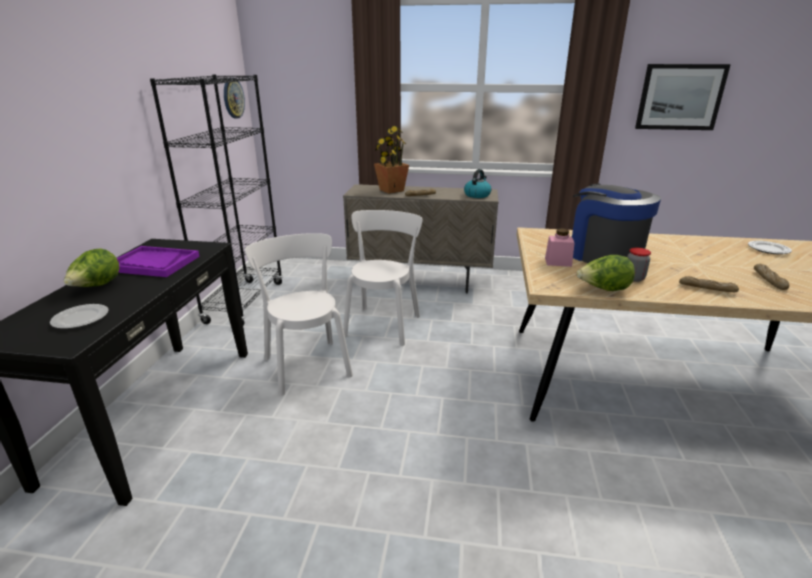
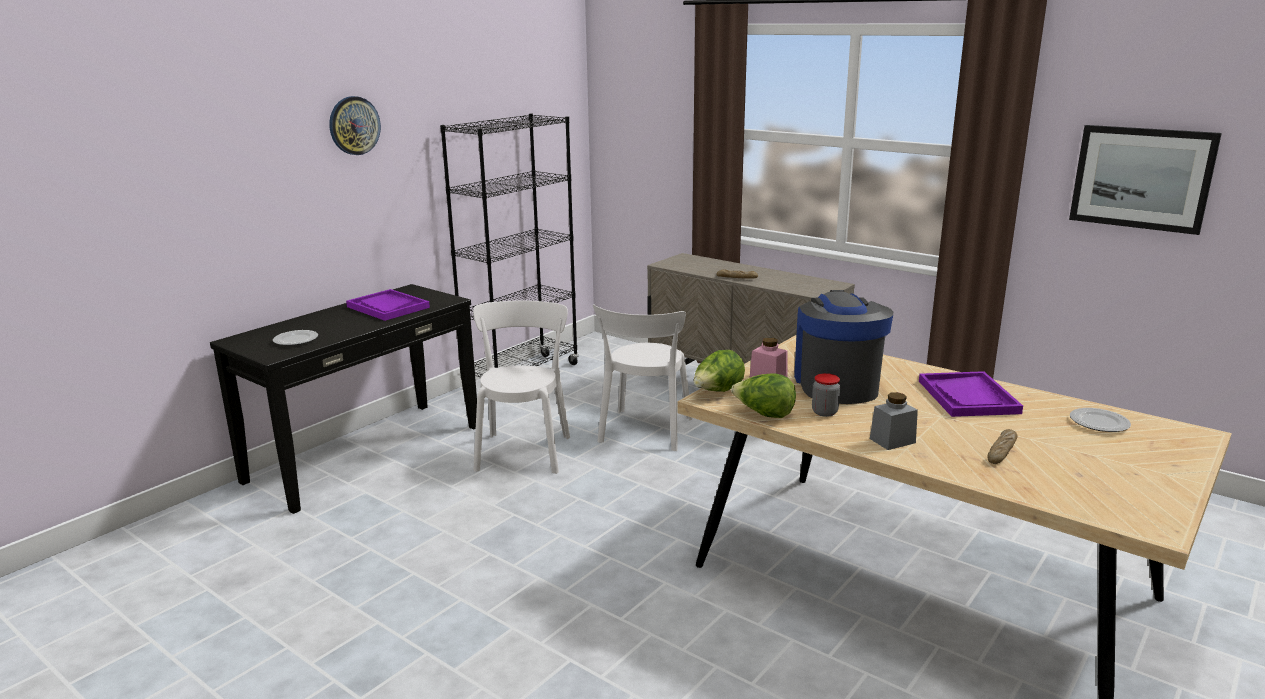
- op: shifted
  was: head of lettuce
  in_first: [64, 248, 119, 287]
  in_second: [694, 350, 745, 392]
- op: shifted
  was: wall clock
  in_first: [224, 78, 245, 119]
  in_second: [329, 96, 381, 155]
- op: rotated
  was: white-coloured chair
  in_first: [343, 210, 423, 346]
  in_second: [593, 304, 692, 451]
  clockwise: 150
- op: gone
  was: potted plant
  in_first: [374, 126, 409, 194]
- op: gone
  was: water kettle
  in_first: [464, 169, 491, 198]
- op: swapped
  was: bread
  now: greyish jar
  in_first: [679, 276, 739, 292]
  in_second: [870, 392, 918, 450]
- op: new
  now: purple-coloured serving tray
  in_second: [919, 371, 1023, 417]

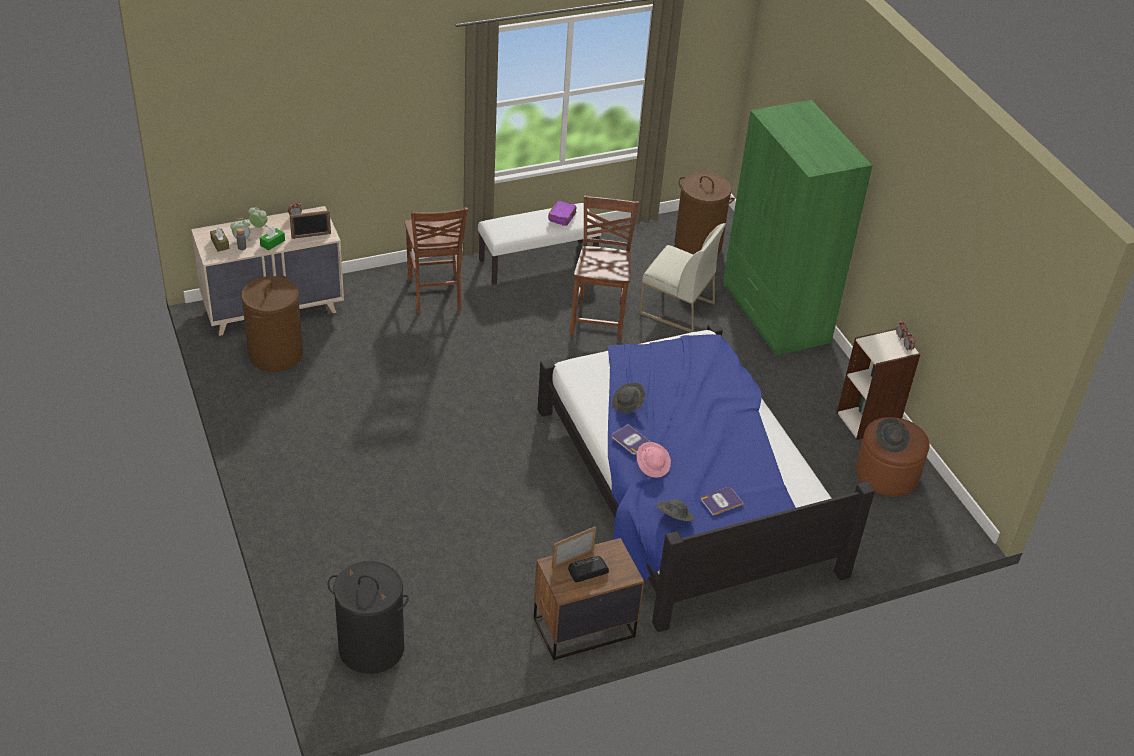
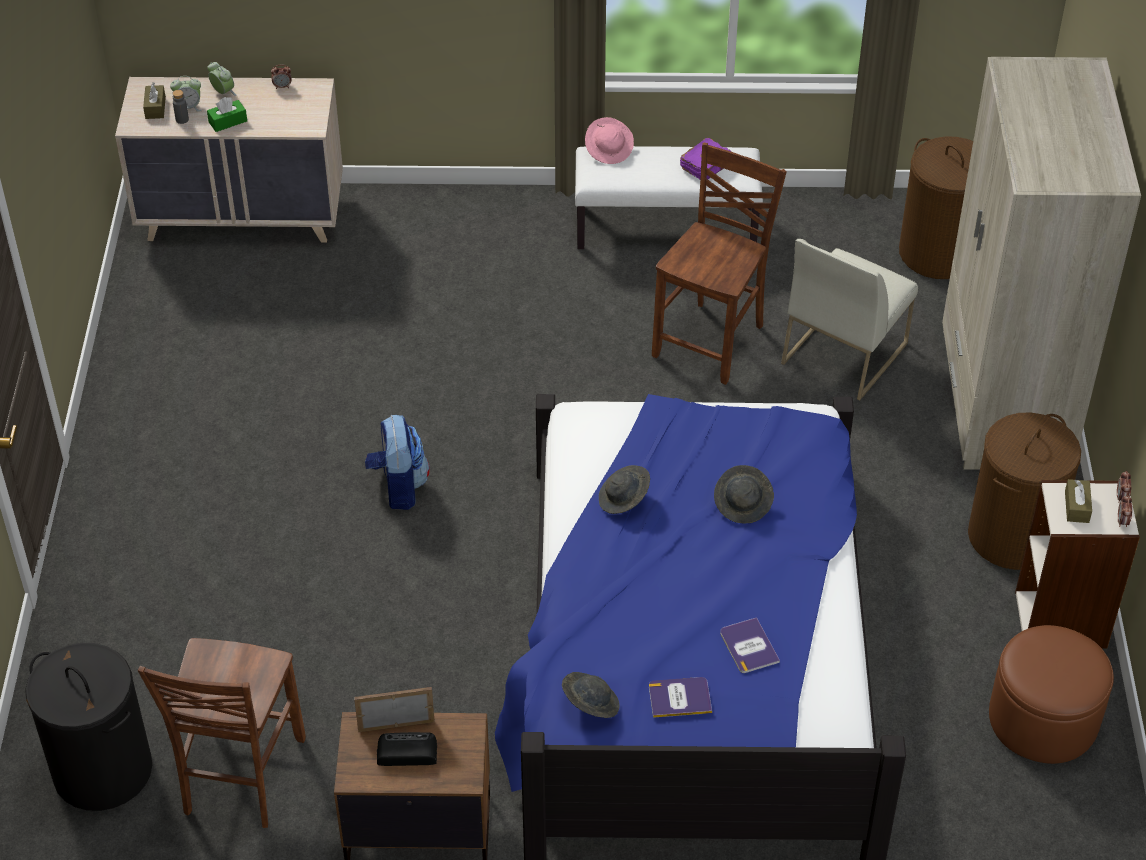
- op: shifted
  was: brownish laundry basket
  in_first: [241, 275, 303, 372]
  in_second: [968, 413, 1081, 570]
- op: gone
  was: photo frame
  in_first: [290, 210, 331, 239]
- op: shifted
  was: brownish chair
  in_first: [404, 207, 468, 314]
  in_second: [138, 638, 306, 828]
- op: shifted
  was: volume
  in_first: [612, 424, 650, 455]
  in_second: [720, 617, 780, 673]
- op: shifted
  was: pink-coloured wearable hat
  in_first: [637, 442, 671, 478]
  in_second: [585, 117, 634, 164]
- op: rotated
  was: white-coloured chair
  in_first: [639, 223, 726, 333]
  in_second: [781, 239, 918, 401]
  clockwise: 75
- op: repainted
  was: green wardrobe
  now: beige-coloured wardrobe
  in_first: [723, 100, 873, 356]
  in_second: [942, 57, 1141, 470]
- op: shifted
  was: greyish wearable hat
  in_first: [876, 418, 910, 453]
  in_second: [714, 465, 774, 524]
- op: new
  now: rucksack
  in_second: [365, 415, 430, 510]
- op: new
  now: brownish tissue holder
  in_second: [1065, 479, 1092, 523]

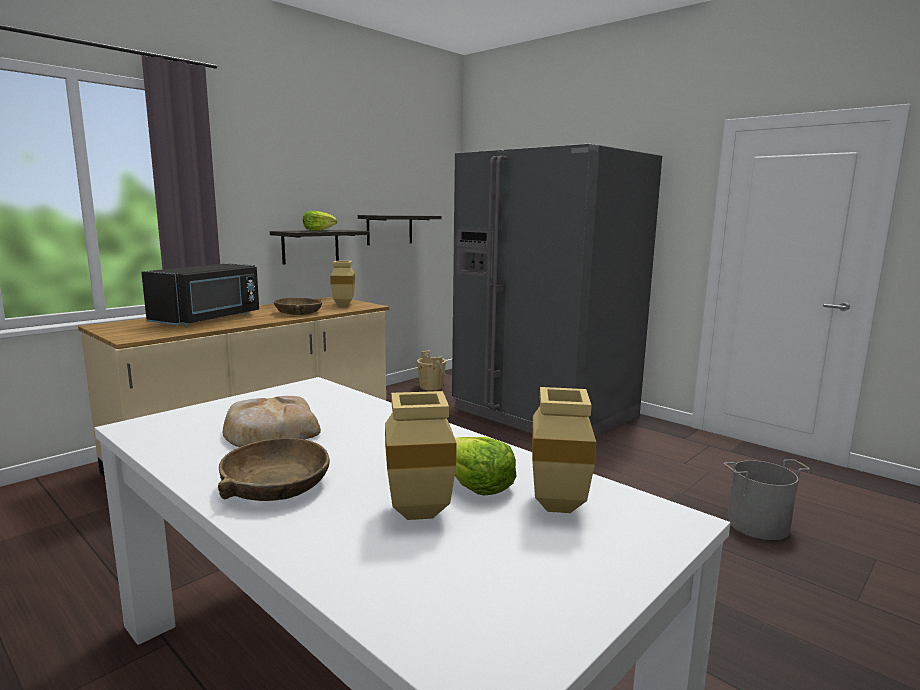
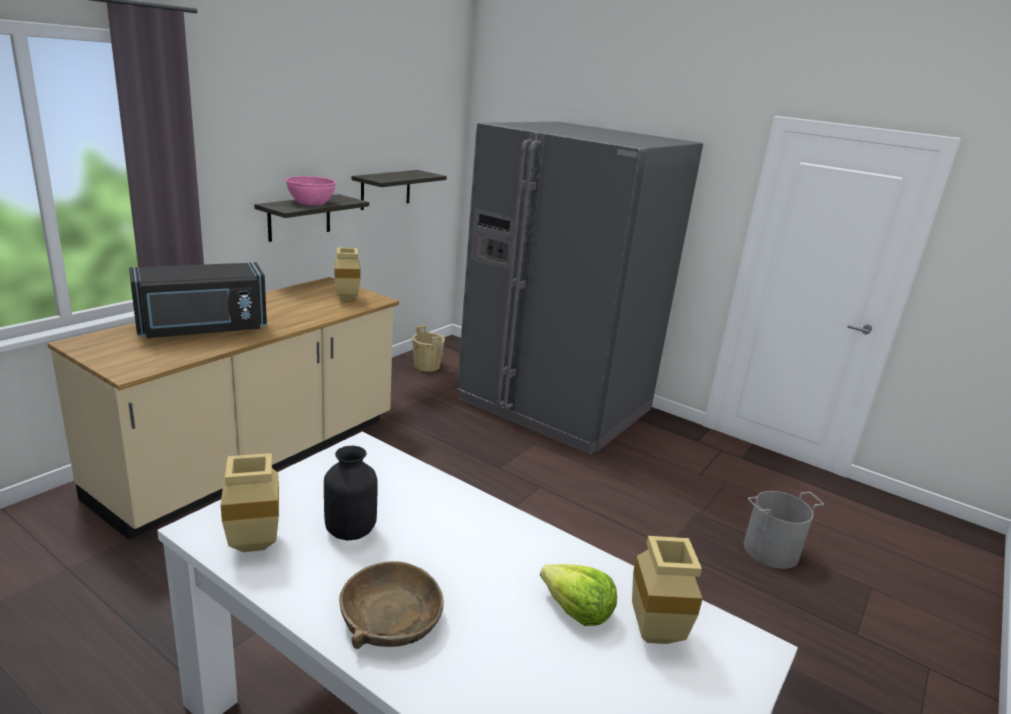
- op: rotated
  was: black-coloured kitchen microwave
  in_first: [141, 263, 259, 326]
  in_second: [129, 262, 267, 338]
  clockwise: 45
- op: swapped
  was: bread
  now: black-coloured flower vase
  in_first: [223, 396, 321, 447]
  in_second: [324, 446, 378, 540]
- op: gone
  was: brownish serving bowl
  in_first: [274, 298, 322, 315]
- op: swapped
  was: head of lettuce
  now: pink-coloured serving bowl
  in_first: [303, 211, 337, 231]
  in_second: [286, 176, 336, 206]
- op: shifted
  was: beige-coloured flower vase
  in_first: [385, 391, 457, 520]
  in_second: [221, 453, 279, 552]

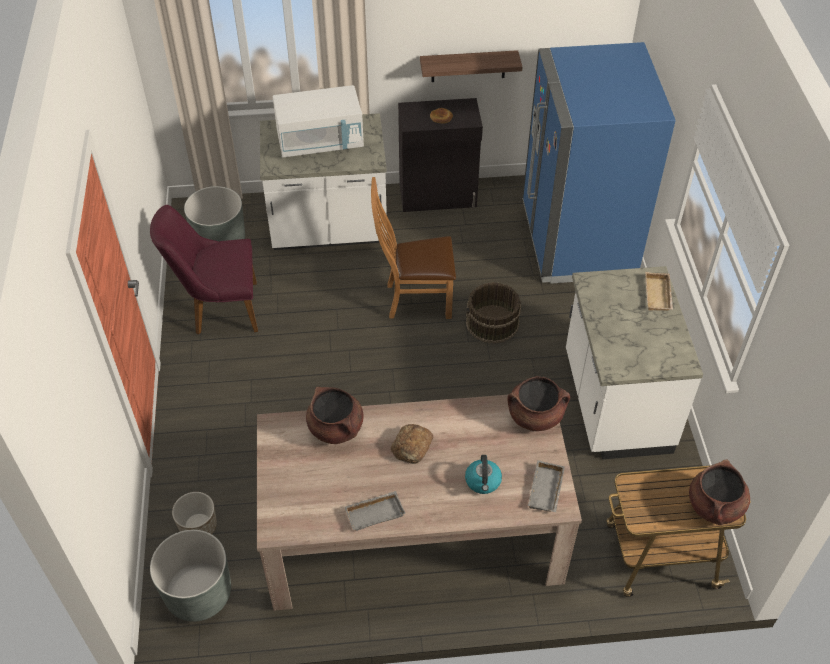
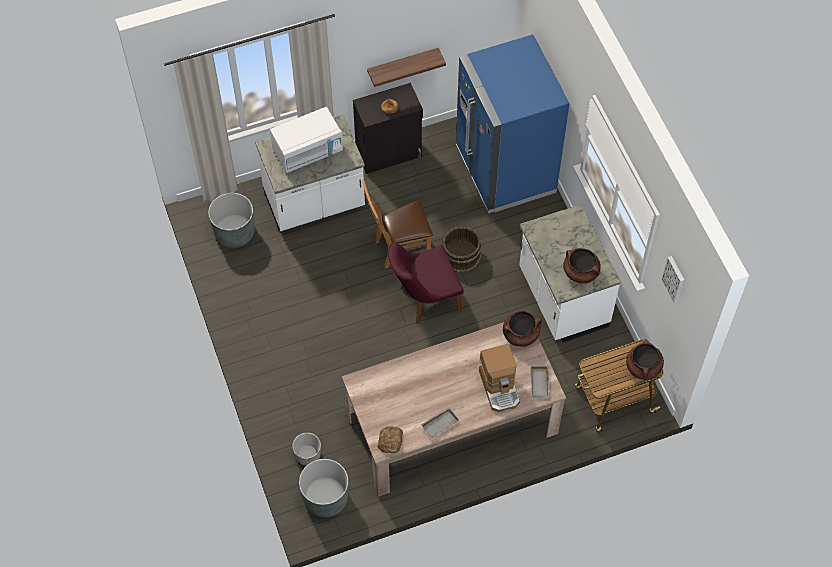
- op: shifted
  was: purple-coloured chair
  in_first: [150, 205, 258, 335]
  in_second: [388, 242, 464, 324]
- op: shifted
  was: brownish saucepot
  in_first: [306, 387, 363, 444]
  in_second: [563, 248, 601, 284]
- op: shifted
  was: bread
  in_first: [391, 424, 433, 464]
  in_second: [377, 426, 403, 453]
- op: swapped
  was: water kettle
  now: coffee brewer
  in_first: [465, 455, 502, 494]
  in_second: [479, 344, 520, 412]
- op: gone
  was: beige-coloured serving tray
  in_first: [645, 272, 673, 311]
- op: new
  now: wall picture
  in_second: [661, 256, 684, 303]

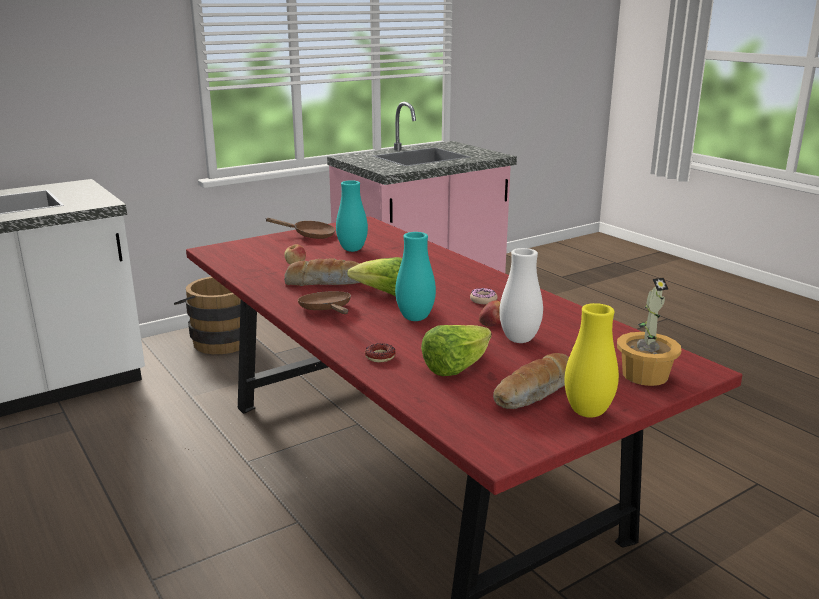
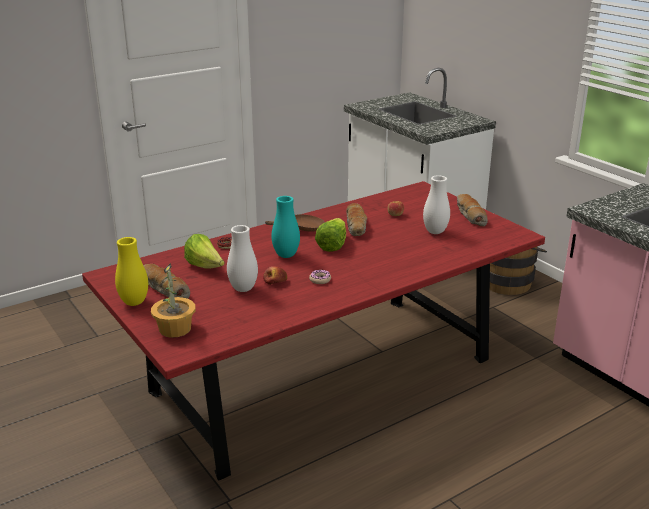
- op: swapped
  was: brownish frying pan
  now: bread
  in_first: [265, 218, 335, 239]
  in_second: [457, 194, 488, 227]
- op: repainted
  was: turquoise-coloured flower vase
  now: white-coloured flower vase
  in_first: [336, 180, 368, 252]
  in_second: [423, 175, 450, 234]

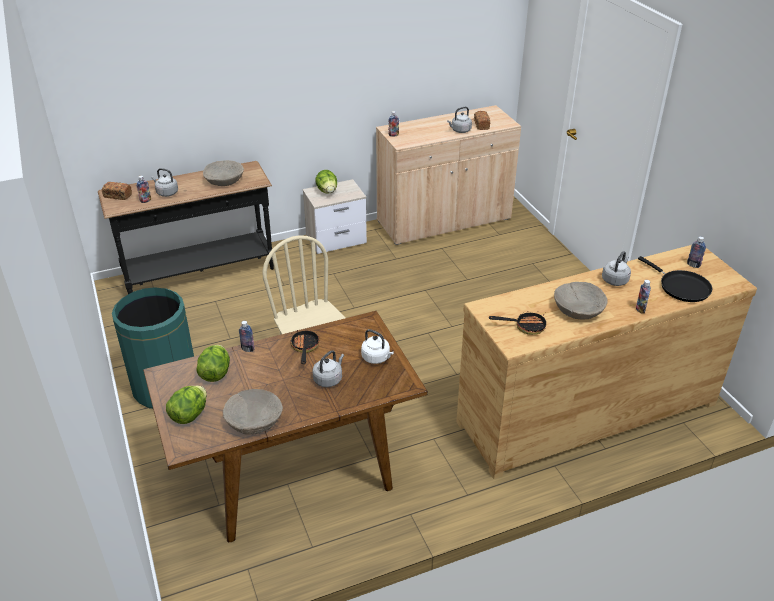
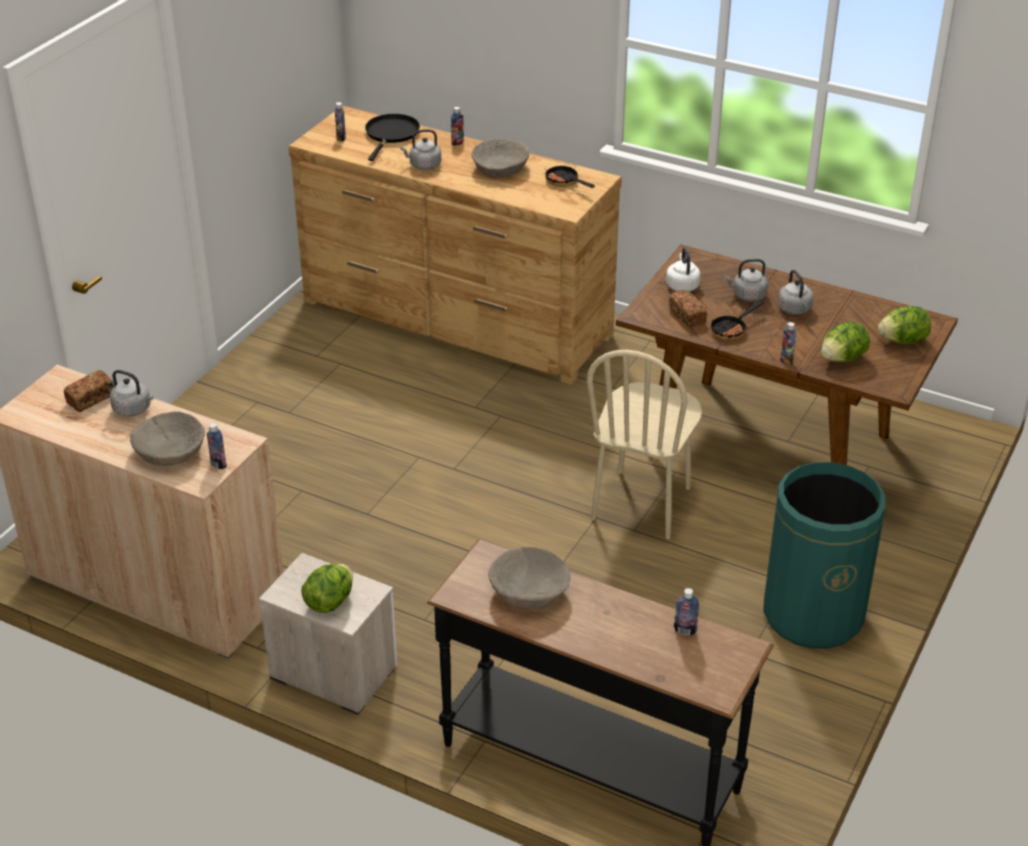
- op: shifted
  was: bread
  in_first: [102, 182, 132, 200]
  in_second: [669, 290, 707, 327]
- op: shifted
  was: greyish water kettle
  in_first: [151, 168, 178, 197]
  in_second: [778, 270, 813, 315]
- op: shifted
  was: beige-coloured serving bowl
  in_first: [223, 389, 283, 435]
  in_second: [130, 411, 205, 466]

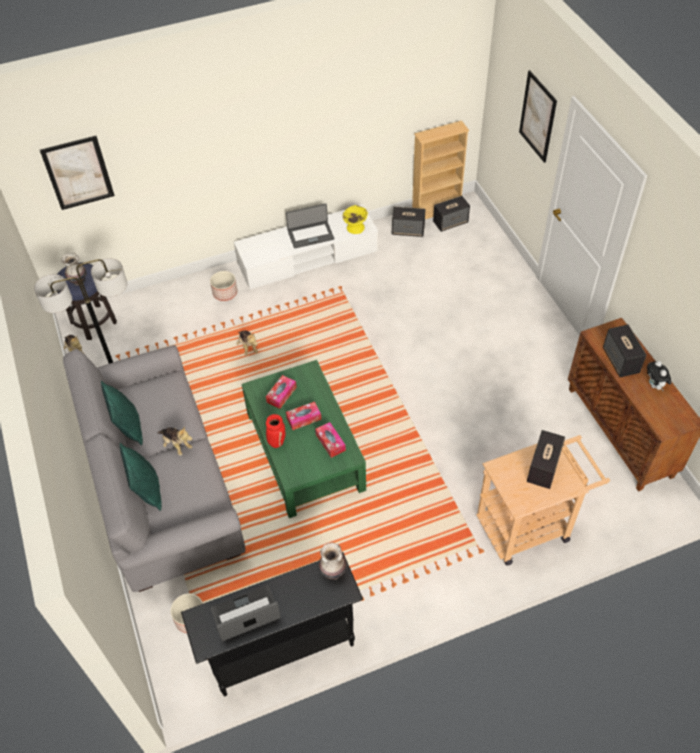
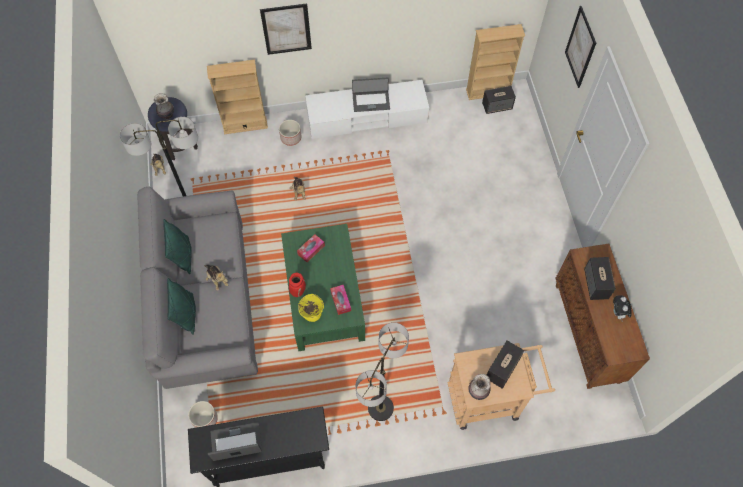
- op: shifted
  was: wall picture
  in_first: [40, 136, 115, 210]
  in_second: [260, 4, 312, 55]
- op: gone
  was: tissue holder
  in_first: [286, 401, 321, 430]
- op: shifted
  was: flower vase
  in_first: [319, 542, 347, 580]
  in_second: [468, 374, 491, 400]
- op: shifted
  was: yellowish serving bowl
  in_first: [342, 205, 368, 234]
  in_second: [298, 294, 324, 322]
- op: gone
  was: loudspeaker
  in_first: [392, 207, 425, 237]
- op: new
  now: beige-coloured bookshelf
  in_second: [207, 59, 268, 134]
- op: new
  now: floor lamp
  in_second: [356, 322, 409, 421]

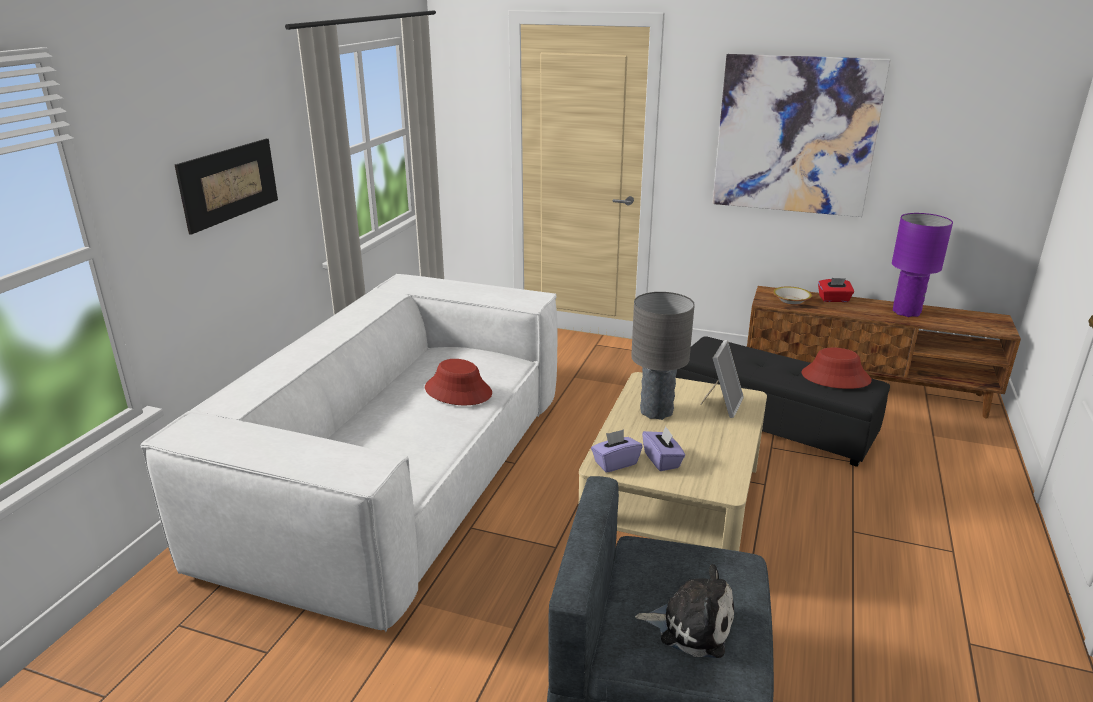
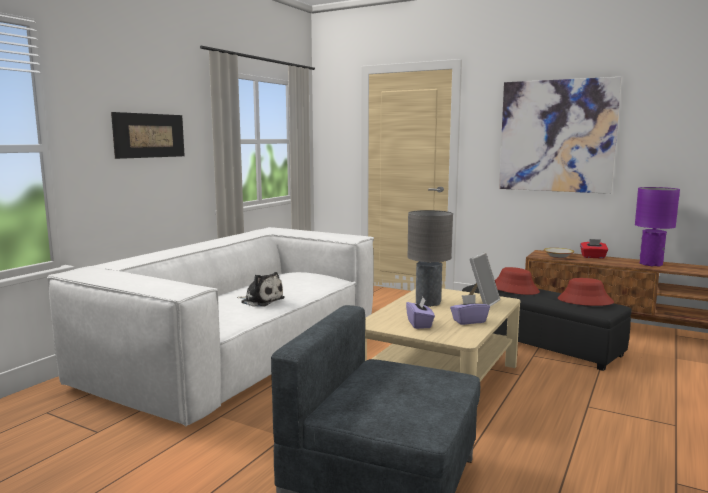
- op: shifted
  was: reddish wearable hat
  in_first: [425, 359, 492, 405]
  in_second: [495, 267, 540, 295]
- op: shifted
  was: purple-coloured tissue holder
  in_first: [591, 429, 642, 472]
  in_second: [450, 294, 490, 325]
- op: shifted
  was: soft toy
  in_first: [635, 564, 734, 658]
  in_second: [237, 272, 285, 307]

